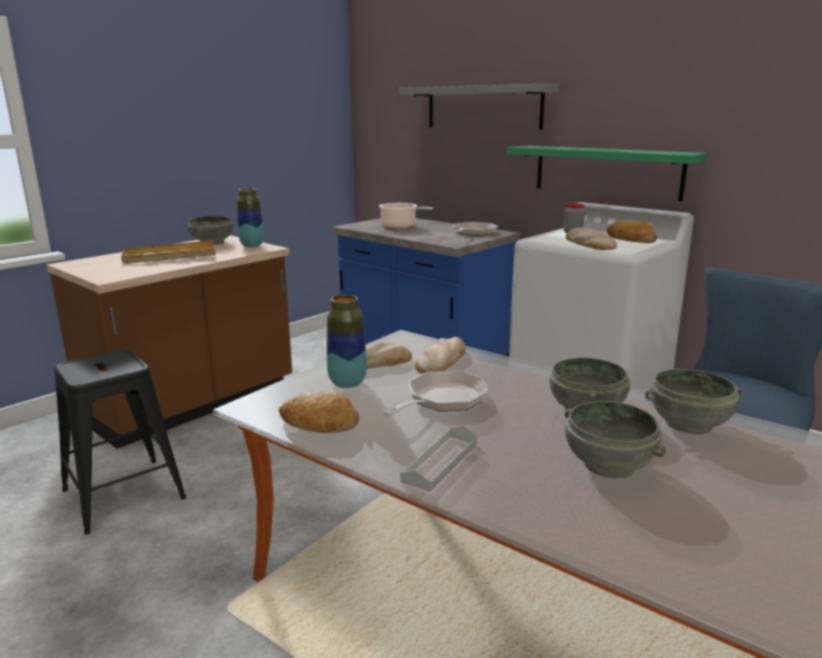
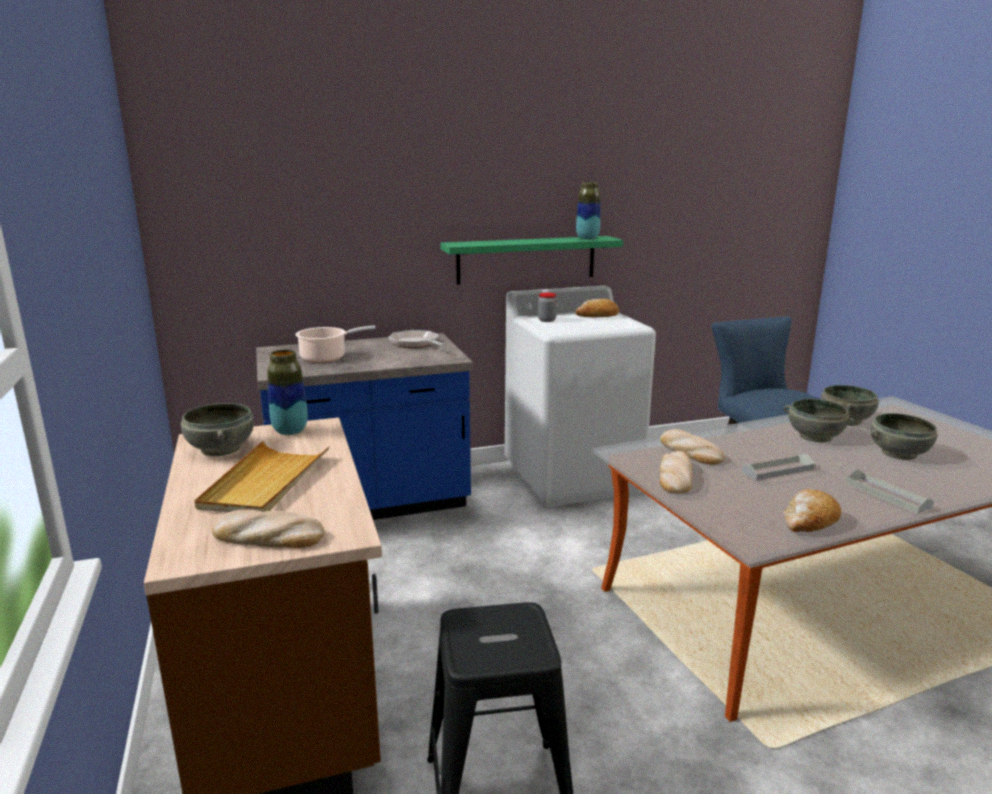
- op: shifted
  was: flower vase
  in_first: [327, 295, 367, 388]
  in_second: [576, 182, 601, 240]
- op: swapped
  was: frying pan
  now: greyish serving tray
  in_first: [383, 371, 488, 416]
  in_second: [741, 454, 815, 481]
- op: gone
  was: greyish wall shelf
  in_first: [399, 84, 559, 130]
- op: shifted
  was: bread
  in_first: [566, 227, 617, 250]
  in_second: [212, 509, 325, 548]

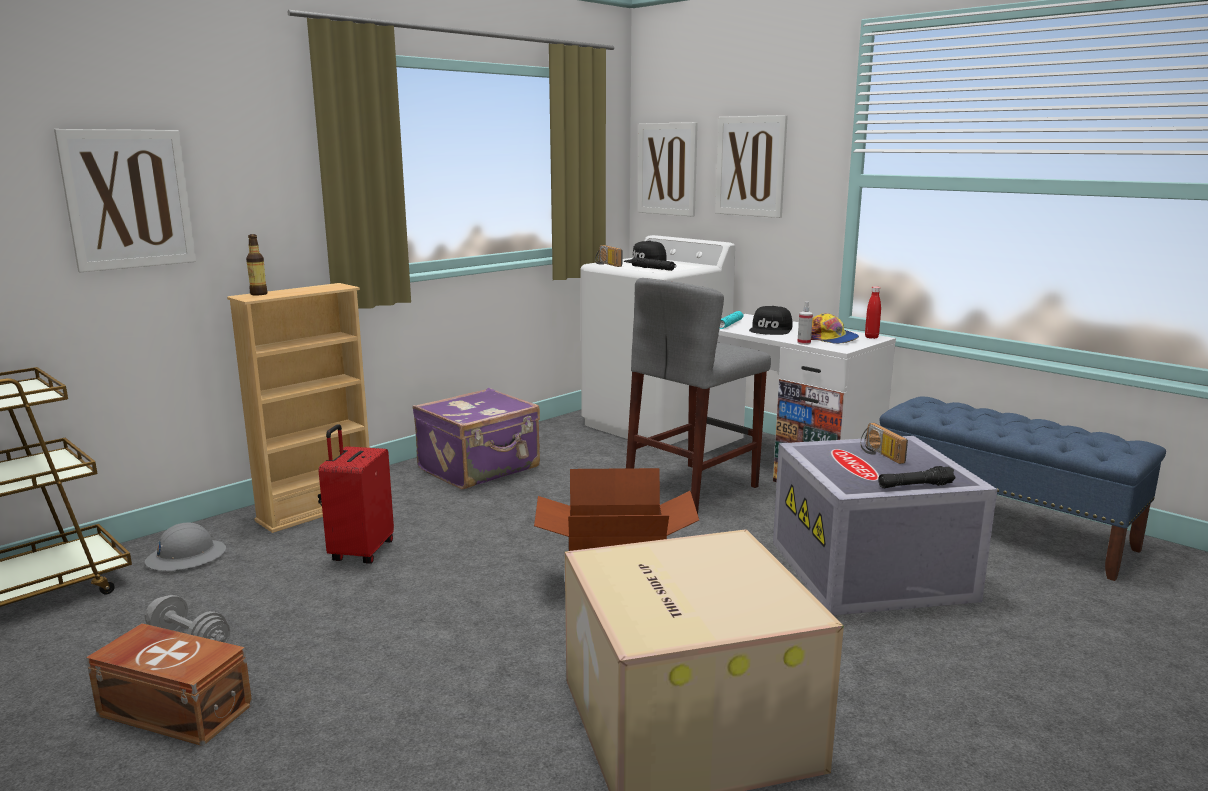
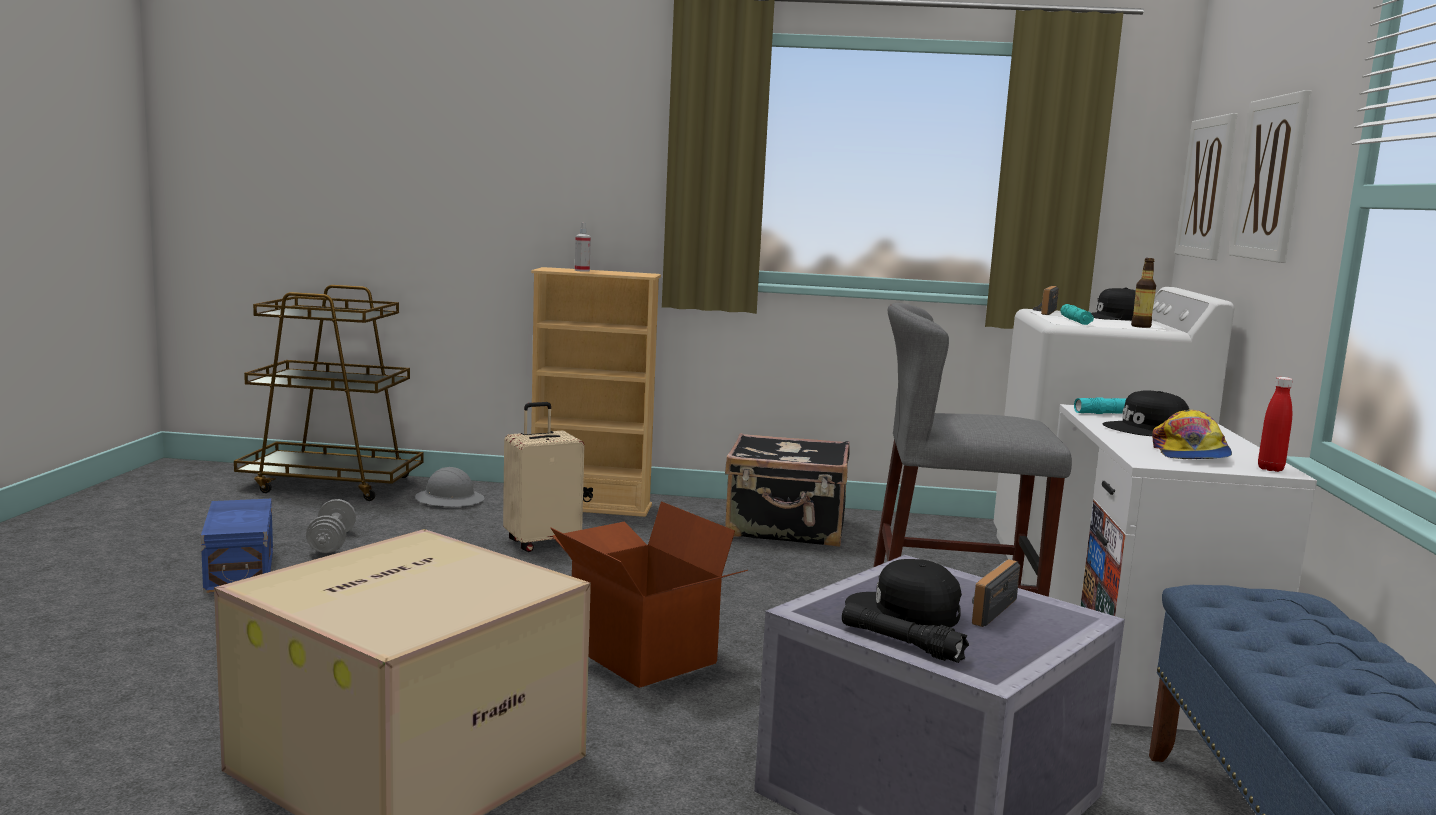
- op: gone
  was: wall picture
  in_first: [54, 129, 196, 272]
- op: repainted
  was: brownish storage box
  now: blue-coloured storage box
  in_first: [86, 623, 252, 746]
  in_second: [201, 499, 273, 593]
- op: shifted
  was: bottle
  in_first: [246, 234, 268, 296]
  in_second: [1131, 258, 1156, 328]
- op: repainted
  was: reddish travel case
  now: beige-coloured travel case
  in_first: [319, 424, 394, 564]
  in_second: [503, 402, 584, 552]
- op: repainted
  was: purple-coloured travel case
  now: black-coloured travel case
  in_first: [412, 388, 540, 489]
  in_second: [725, 433, 850, 547]
- op: repainted
  was: black-coloured torch
  now: turquoise-coloured torch
  in_first: [632, 257, 676, 271]
  in_second: [1060, 304, 1094, 325]
- op: shifted
  was: sprayer
  in_first: [797, 302, 813, 345]
  in_second: [575, 223, 591, 272]
- op: new
  now: black-coloured cap
  in_second: [845, 559, 962, 628]

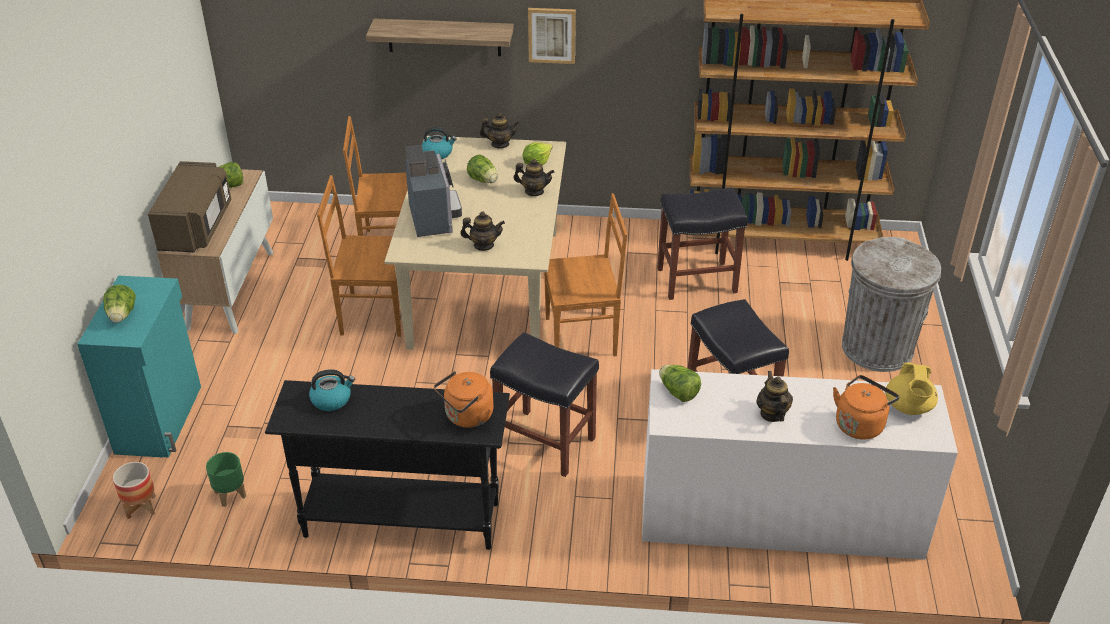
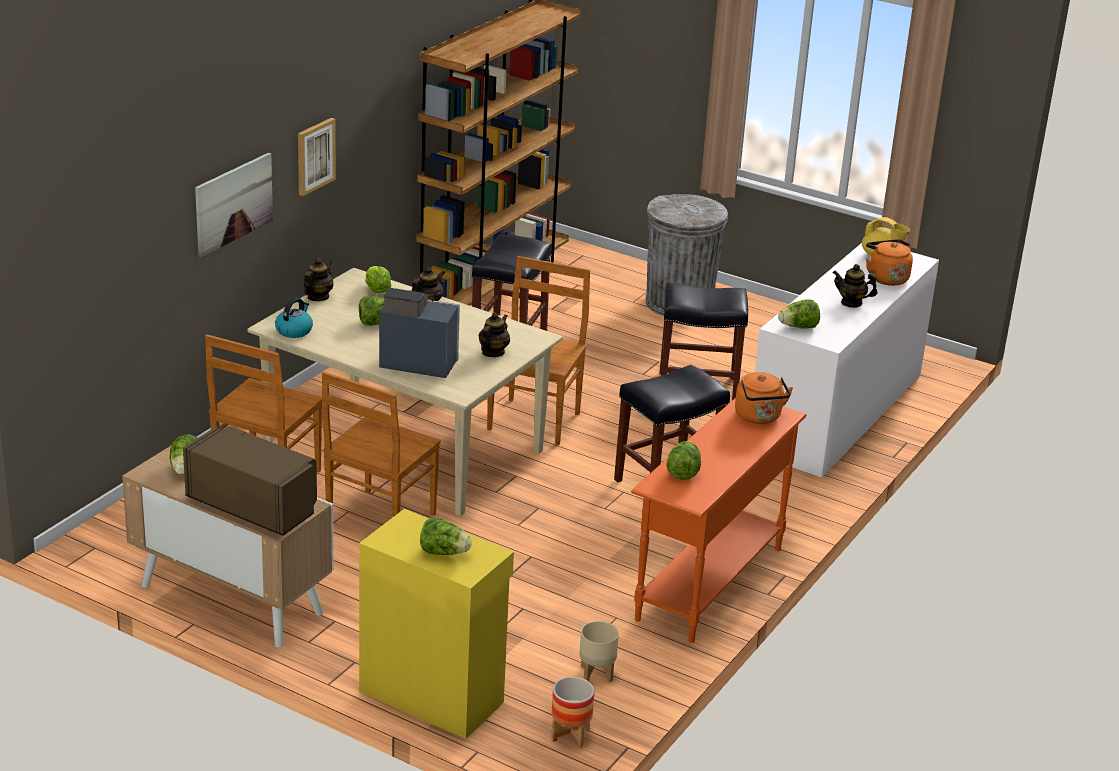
- op: repainted
  was: turquoise-coloured storage cabinet
  now: yellowish storage cabinet
  in_first: [77, 276, 201, 458]
  in_second: [359, 509, 514, 739]
- op: repainted
  was: green planter
  now: beige-coloured planter
  in_first: [206, 452, 246, 507]
  in_second: [579, 621, 619, 682]
- op: repainted
  was: black-coloured narrow table
  now: orange-coloured narrow table
  in_first: [265, 380, 510, 550]
  in_second: [631, 398, 806, 643]
- op: swapped
  was: water kettle
  now: head of lettuce
  in_first: [309, 369, 355, 411]
  in_second: [666, 441, 701, 480]
- op: swapped
  was: wall shelf
  now: wall picture
  in_first: [366, 18, 514, 56]
  in_second: [195, 153, 273, 257]

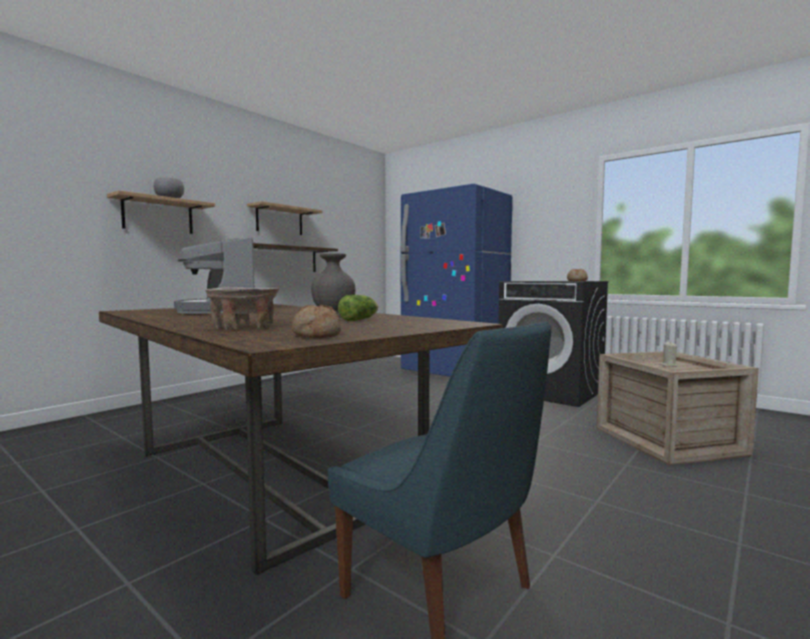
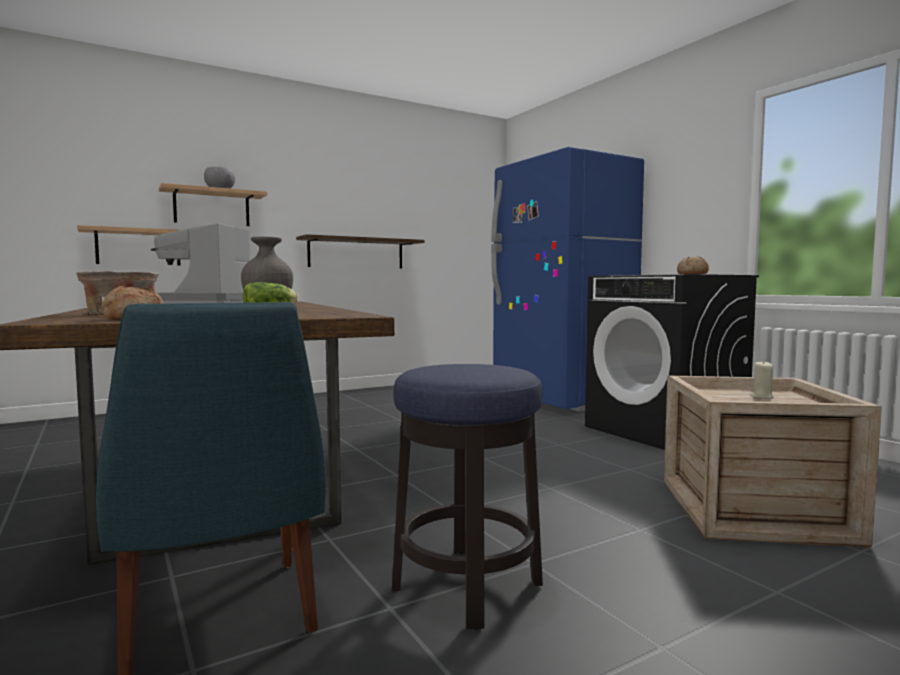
- op: shifted
  was: wall shelf
  in_first: [247, 201, 322, 235]
  in_second: [77, 225, 180, 265]
- op: new
  now: stool seat
  in_second: [392, 364, 543, 629]

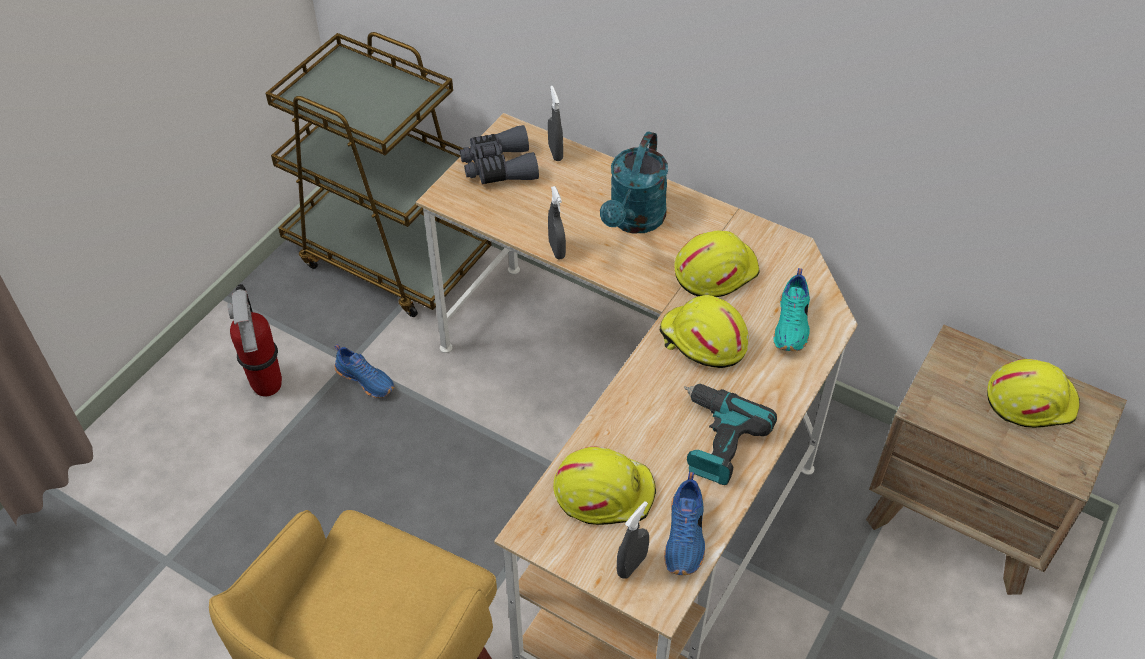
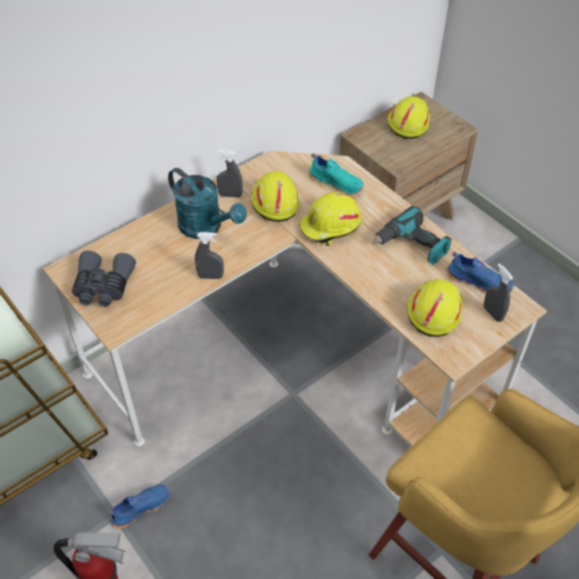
- op: shifted
  was: greyish sprayer
  in_first: [548, 86, 563, 161]
  in_second: [217, 150, 243, 198]

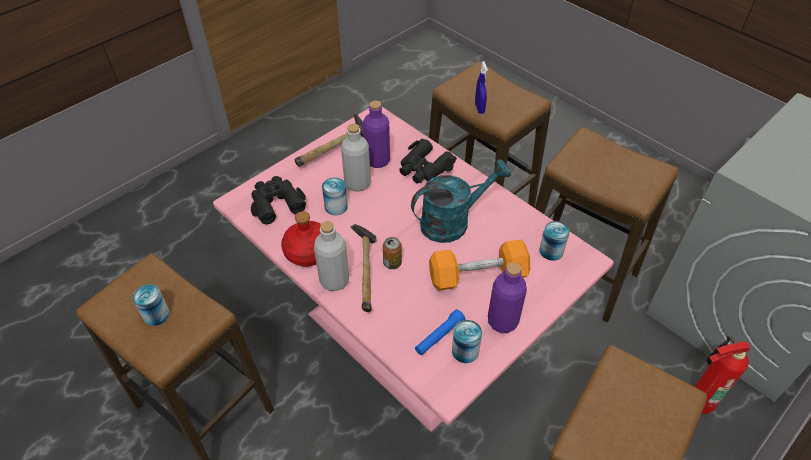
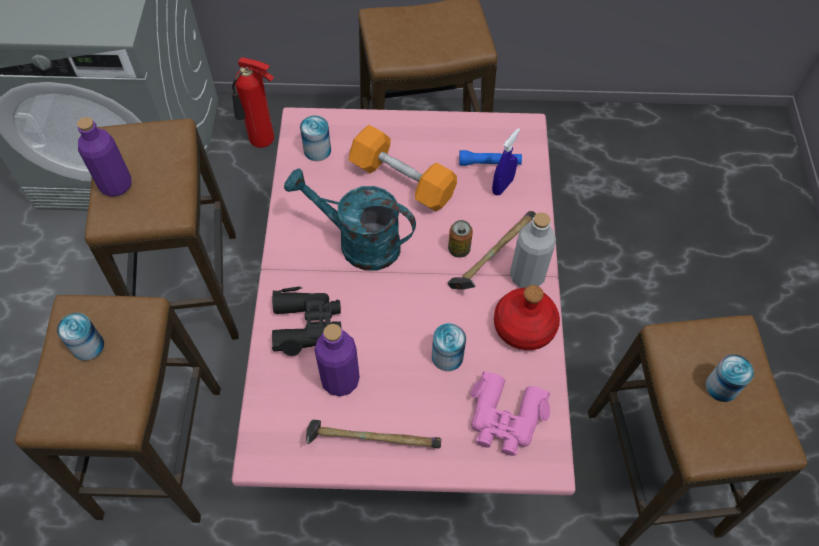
- op: repainted
  was: black-coloured pair of binoculars
  now: pink-coloured pair of binoculars
  in_first: [251, 176, 306, 225]
  in_second: [471, 371, 550, 456]
- op: gone
  was: greyish bottle
  in_first: [341, 123, 371, 192]
- op: shifted
  was: metal can
  in_first: [452, 320, 482, 363]
  in_second: [57, 313, 104, 361]
- op: shifted
  was: blue-coloured sprayer
  in_first: [475, 61, 488, 114]
  in_second: [492, 128, 520, 195]
- op: shifted
  was: purple-coloured bottle
  in_first: [488, 263, 527, 333]
  in_second: [77, 117, 132, 197]

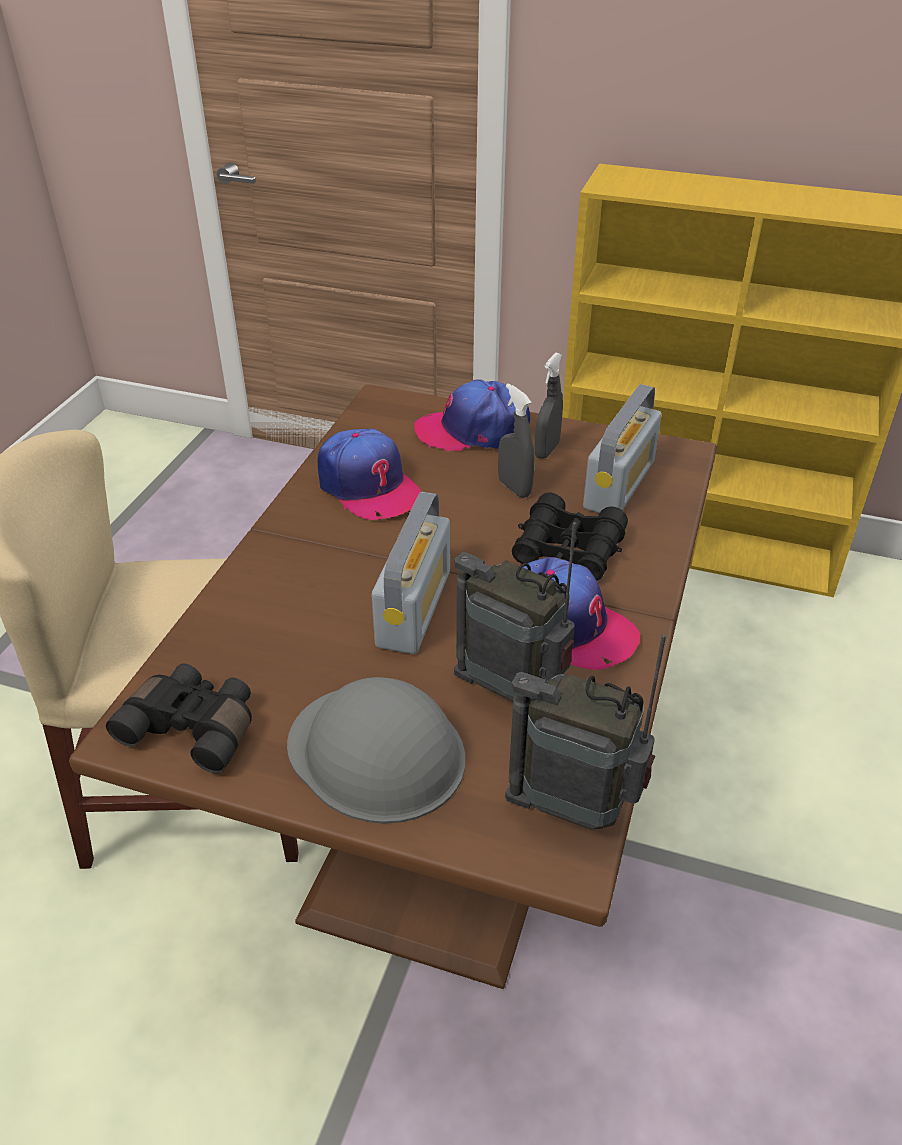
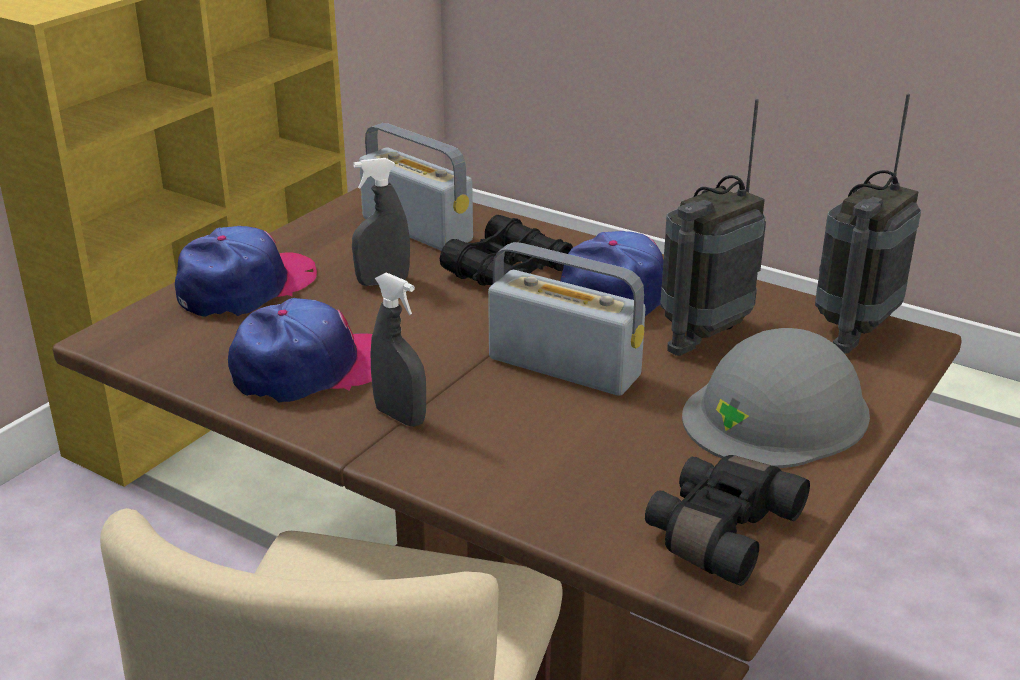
- op: rotated
  was: cap
  in_first: [414, 379, 530, 451]
  in_second: [175, 226, 317, 317]
  clockwise: -150
- op: shifted
  was: greyish sprayer
  in_first: [534, 353, 563, 459]
  in_second: [371, 272, 426, 427]

